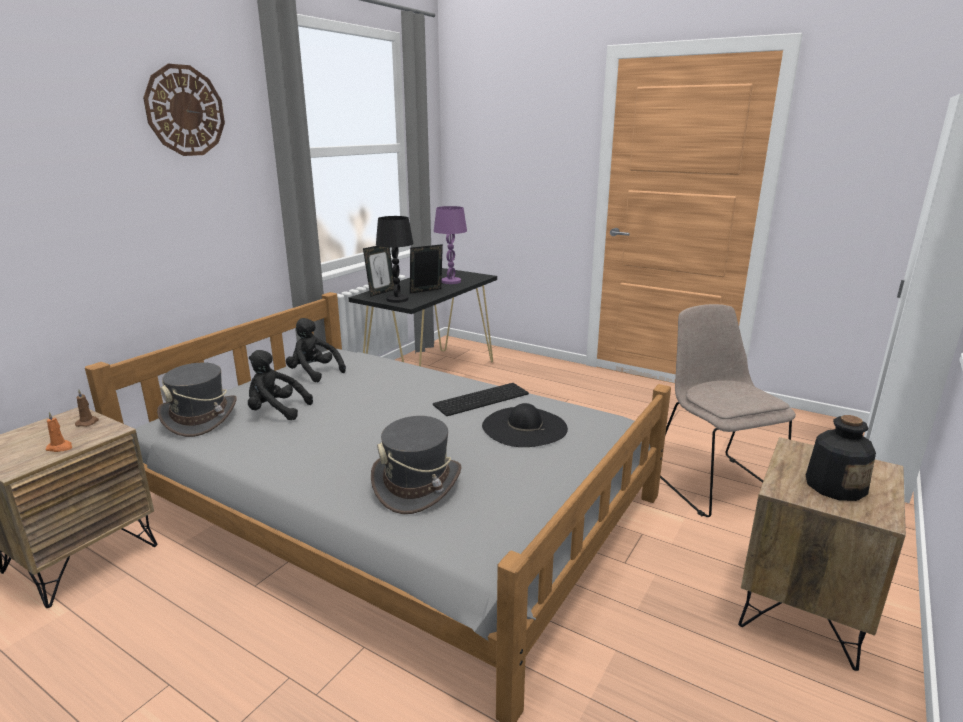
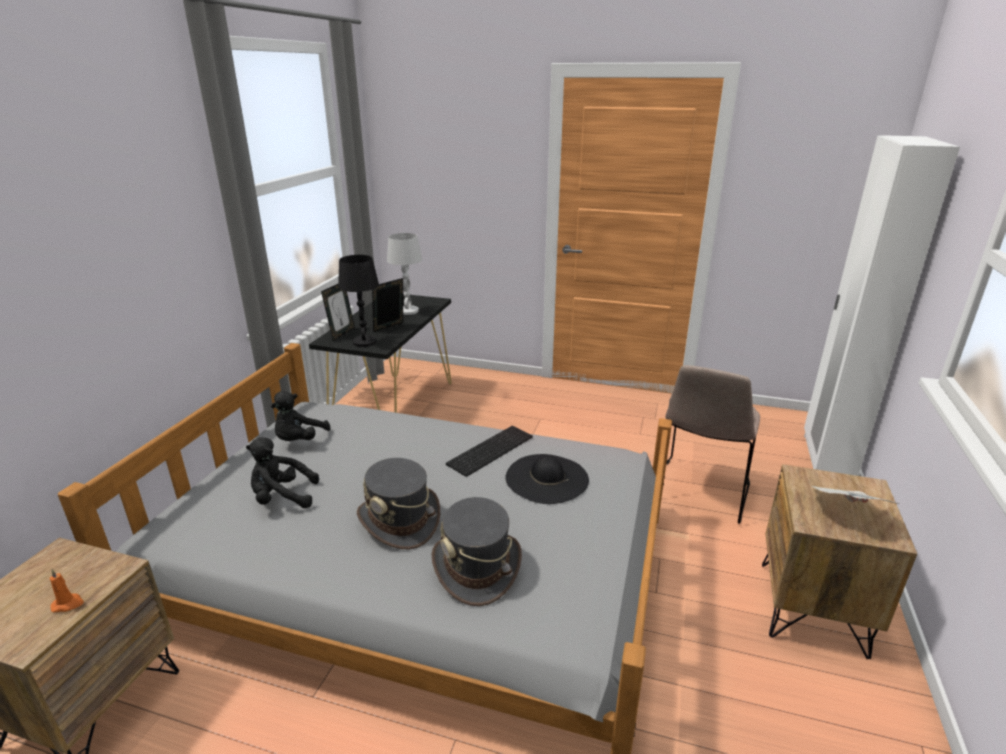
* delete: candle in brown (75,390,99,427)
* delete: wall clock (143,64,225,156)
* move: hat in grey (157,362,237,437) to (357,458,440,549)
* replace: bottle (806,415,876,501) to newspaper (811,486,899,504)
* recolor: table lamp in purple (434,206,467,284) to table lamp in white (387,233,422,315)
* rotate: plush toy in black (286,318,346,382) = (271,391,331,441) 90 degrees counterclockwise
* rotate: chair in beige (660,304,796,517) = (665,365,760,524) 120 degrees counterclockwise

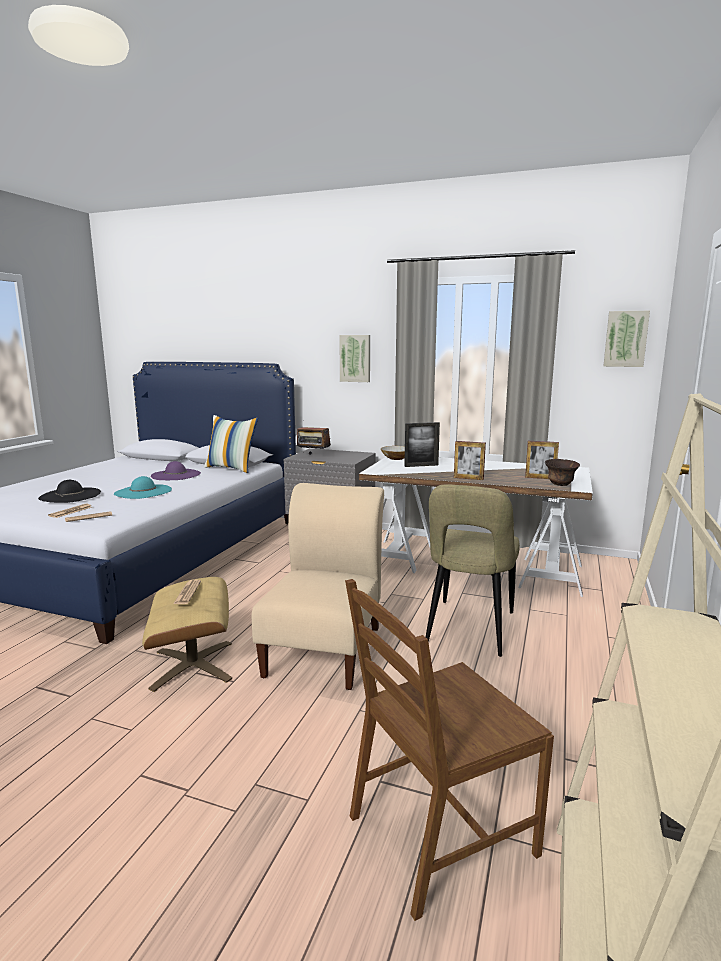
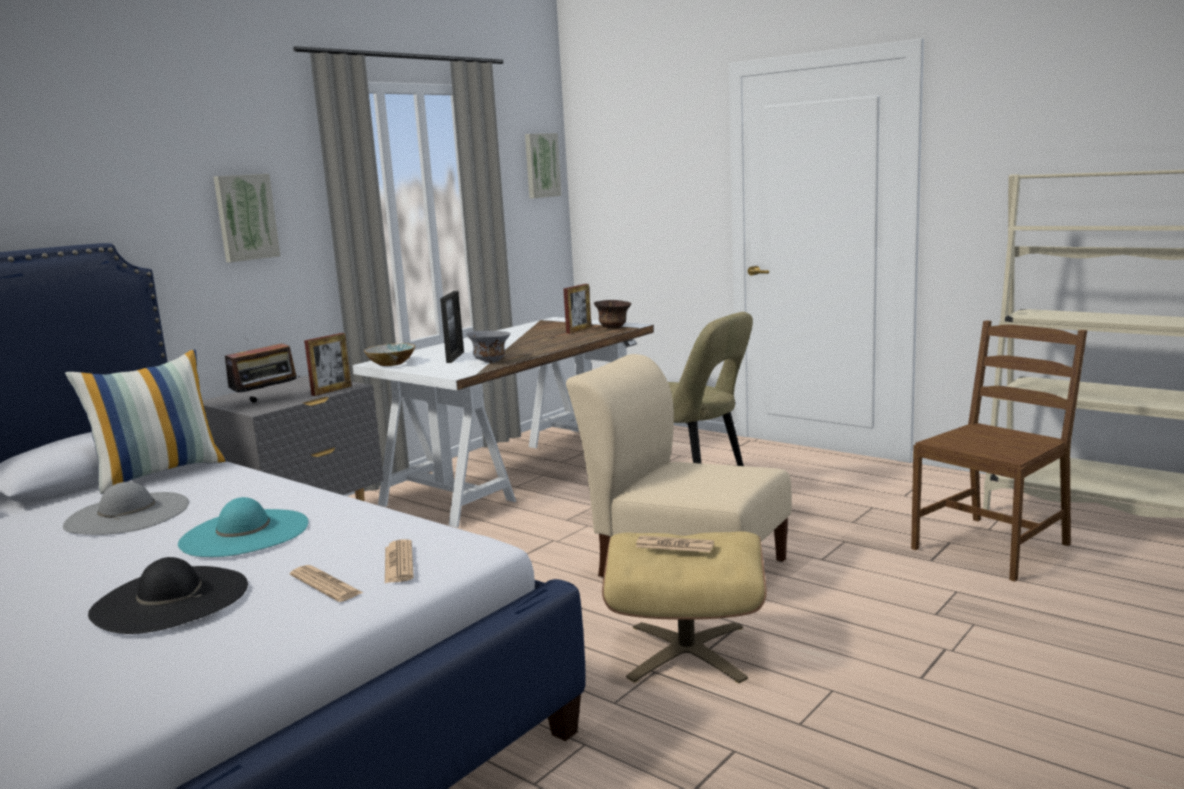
* insert: bowl in grey (466,331,510,363)
* move: picture frame (454,441,486,480) to (304,333,352,396)
* recolor: hat in purple (151,461,201,480) to hat in grey (63,482,189,535)
* rotate: chair in brown (345,579,554,921) = (911,320,1087,582) 120 degrees counterclockwise

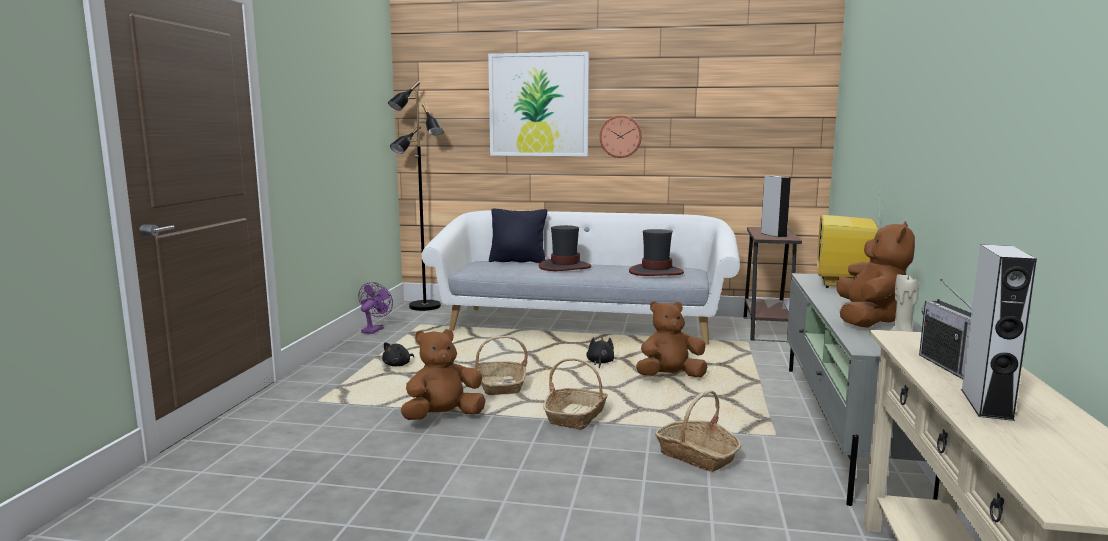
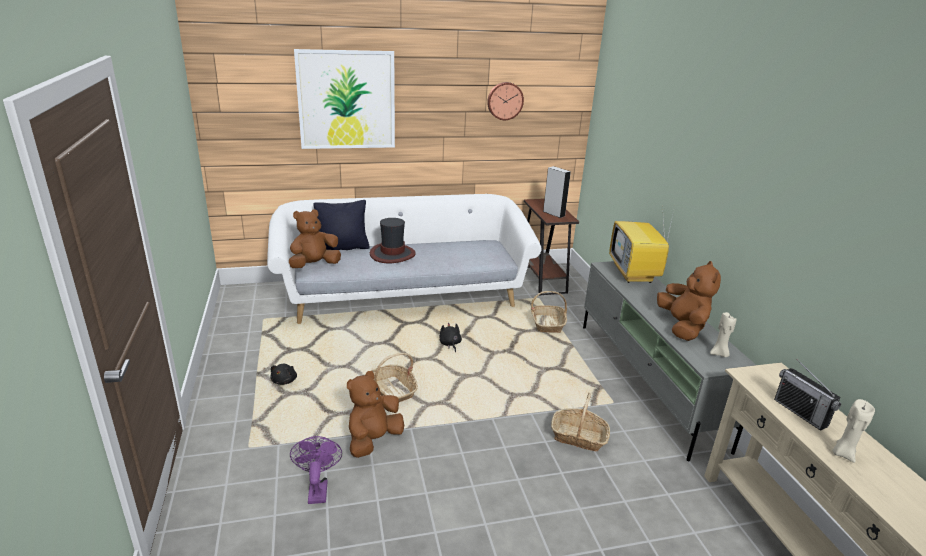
* delete: floor lamp in black (388,81,444,311)
* delete: hat (629,229,684,276)
* move: fan in purple (358,282,393,334) to (290,436,342,504)
* move: basket (543,358,608,430) to (531,291,567,333)
* move: wall clock (600,115,642,158) to (487,82,524,120)
* move: plush toy in brown (636,301,707,377) to (289,209,341,268)
* replace: speaker in grey (961,244,1037,421) to candle in beige (832,399,875,463)

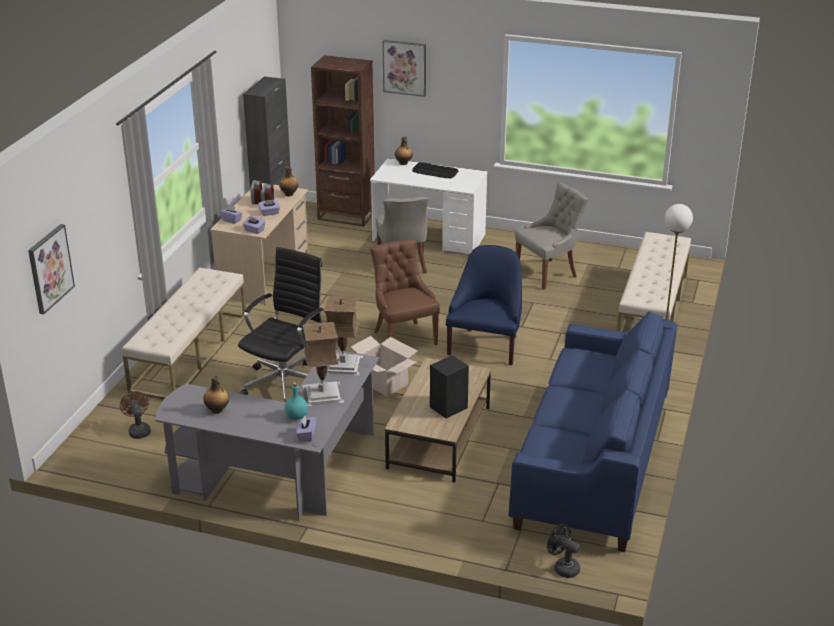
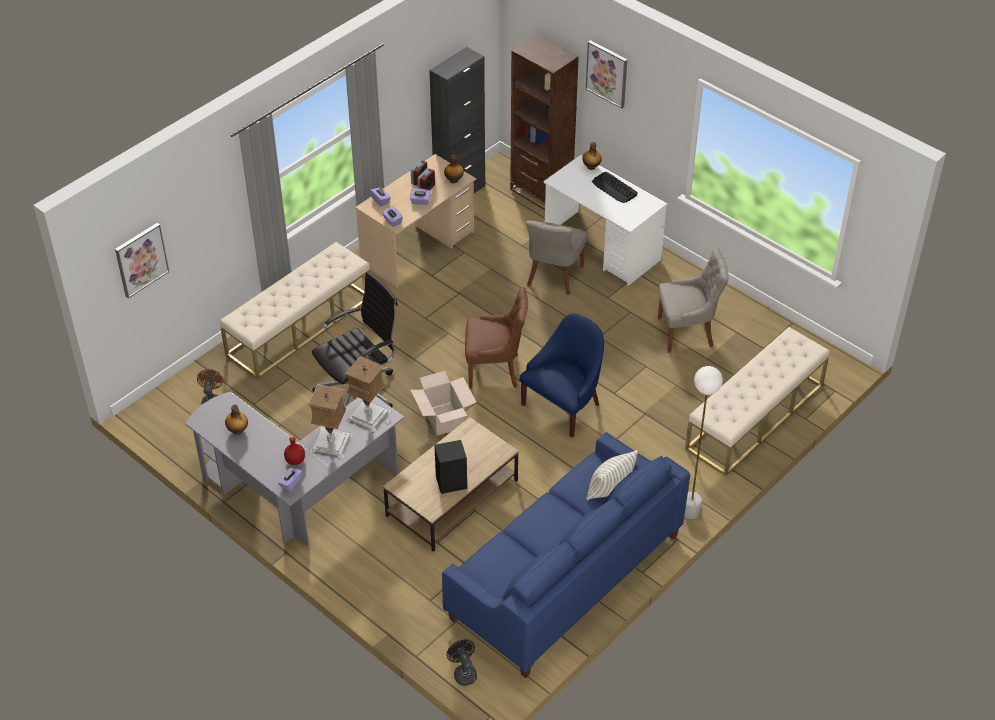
* insert: pillow (586,450,638,500)
* recolor: bottle in turquoise (285,382,308,420) to bottle in red (284,435,305,465)
* rotate: chair in brown (370,239,440,345) = (465,287,528,389) 90 degrees clockwise

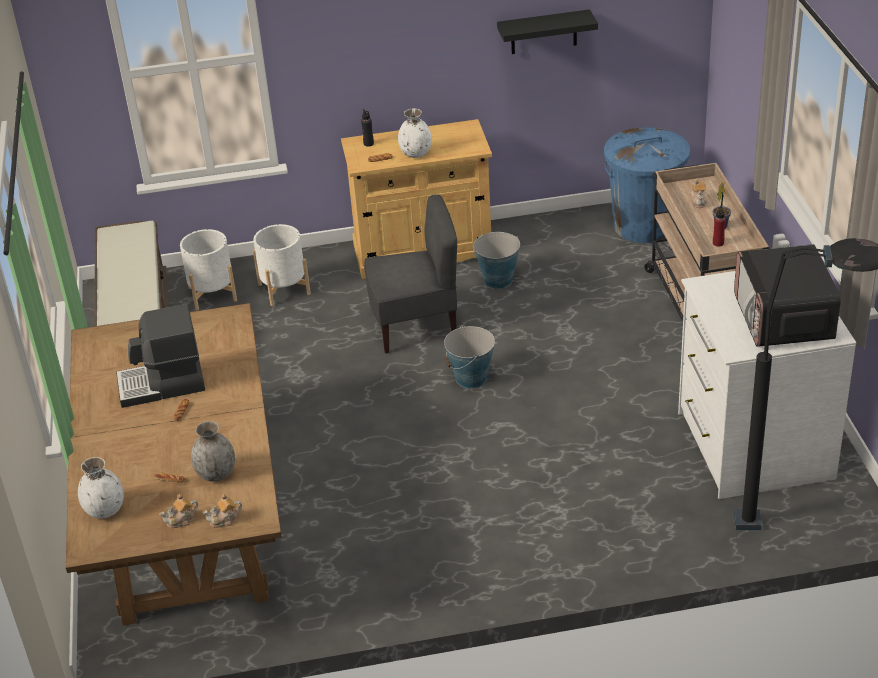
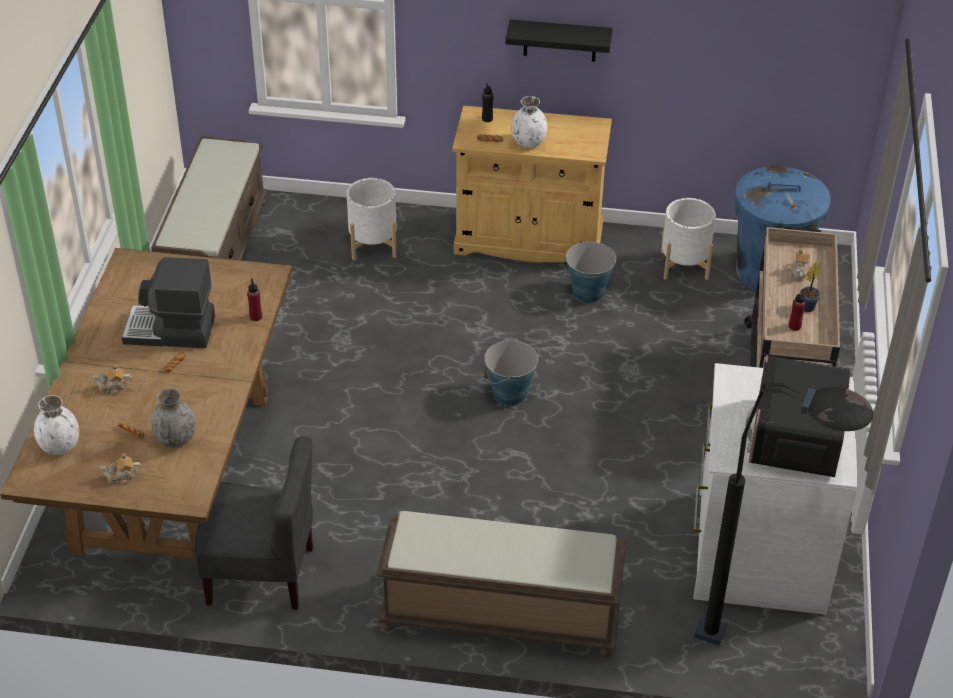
* insert: bottle in red (247,278,262,321)
* insert: bench in brown (376,511,626,657)
* move: planter in white (180,229,237,310) to (661,198,716,280)
* move: teapot (202,494,242,527) to (93,364,131,395)
* move: chair in grey (364,194,457,353) to (194,436,313,610)
* move: shelf in black (497,9,598,54) to (505,19,613,62)

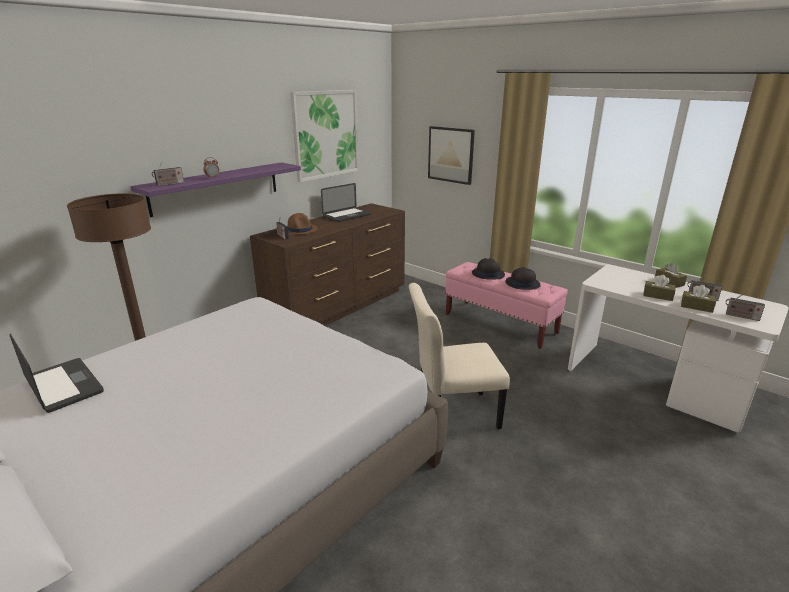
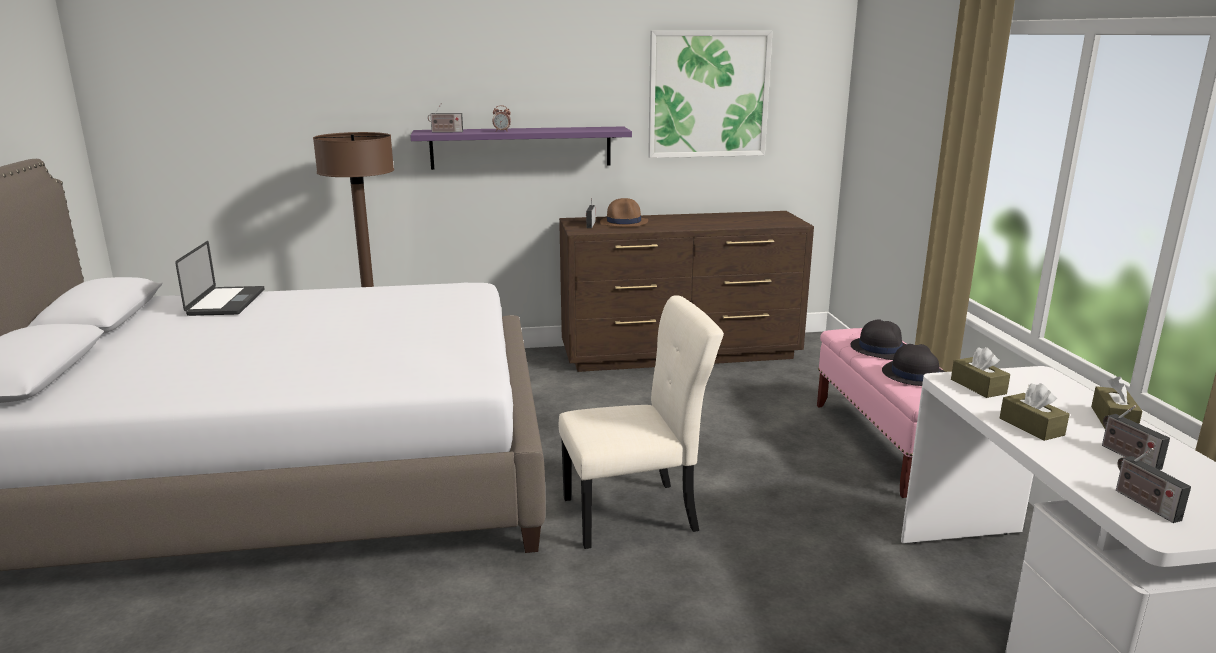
* delete: laptop (321,183,371,222)
* delete: picture (428,126,475,185)
* move: tissue box in brown (681,285,716,313) to (951,347,1010,398)
* rotate: chair in beige (409,283,510,429) = (559,295,724,549) 135 degrees clockwise

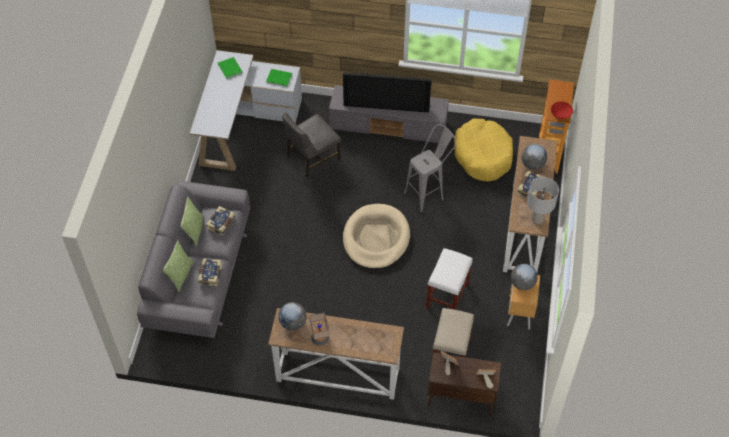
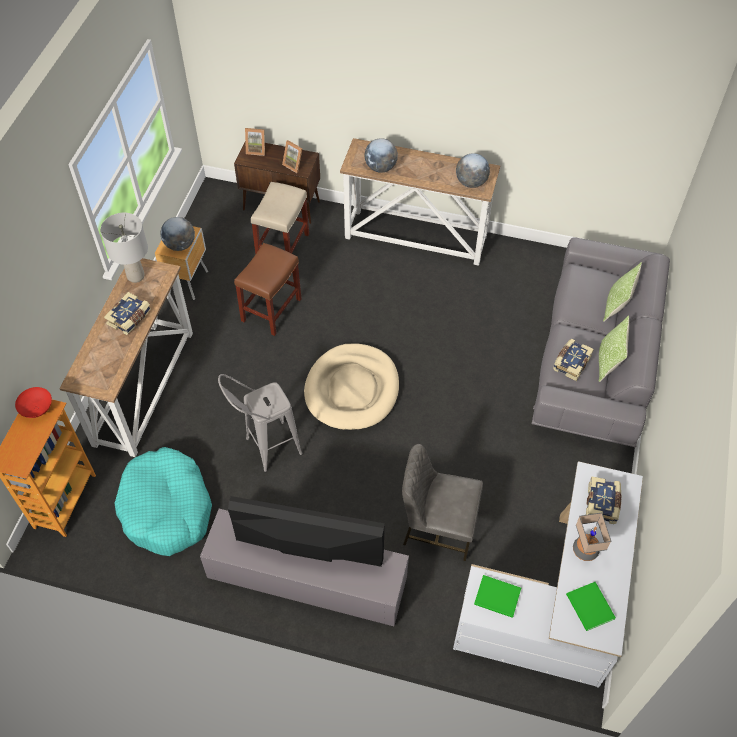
* move: book (198,258,222,287) to (586,476,621,524)
* move: table lamp (310,313,329,346) to (573,513,611,561)
* move: globe (522,144,547,170) to (364,138,398,173)
* recolor: stool in white (426,248,473,310) to stool in brown (234,243,302,336)
* recolor: dog bed in yellow (454,118,513,182) to dog bed in turquoise (114,447,212,556)
* rotate: chair in grey (282,113,341,178) = (402,444,483,561) 135 degrees counterclockwise

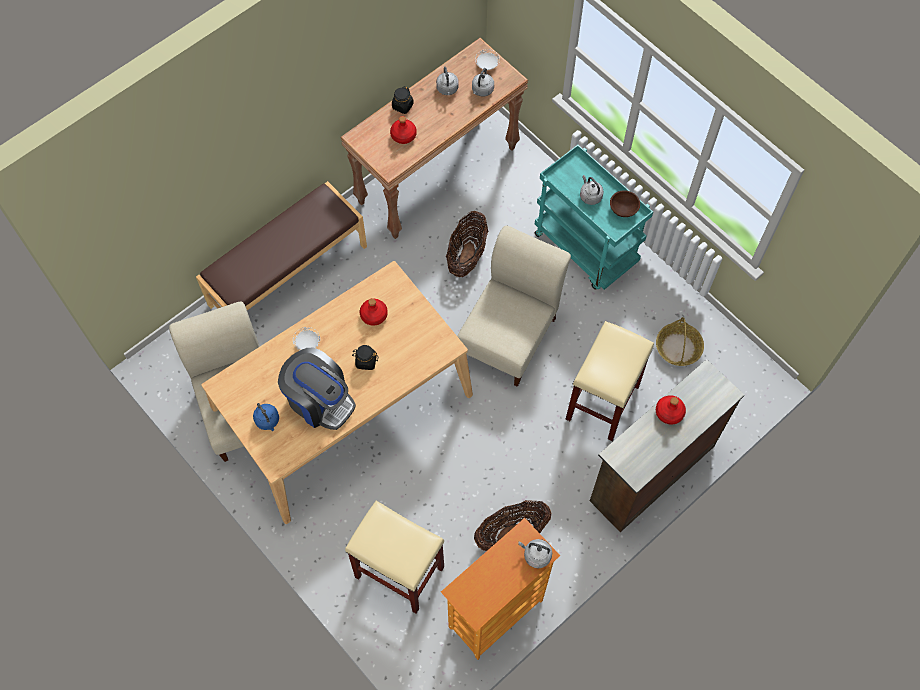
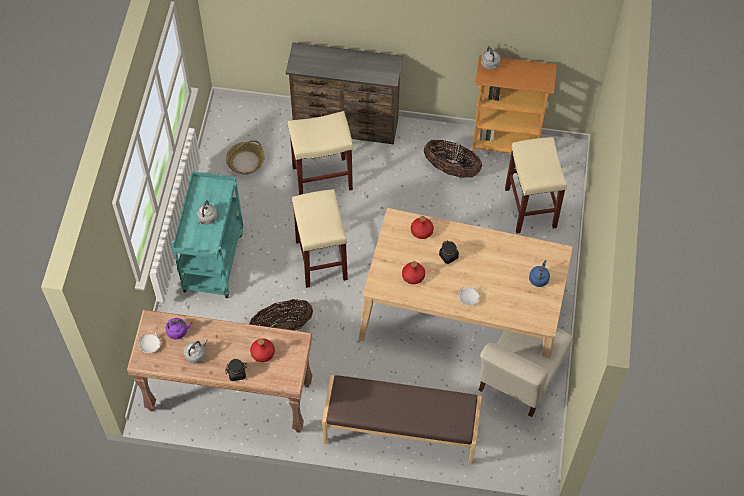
* delete: coffee machine (278,348,356,430)
* delete: bowl in brown (610,190,640,217)
* move: bottle in red (656,395,686,424) to (411,216,434,239)
* replace: chair in beige (457,226,571,387) to stool in beige (292,189,348,288)
* recolor: kettle in grey (472,68,494,97) to kettle in purple (166,318,192,340)

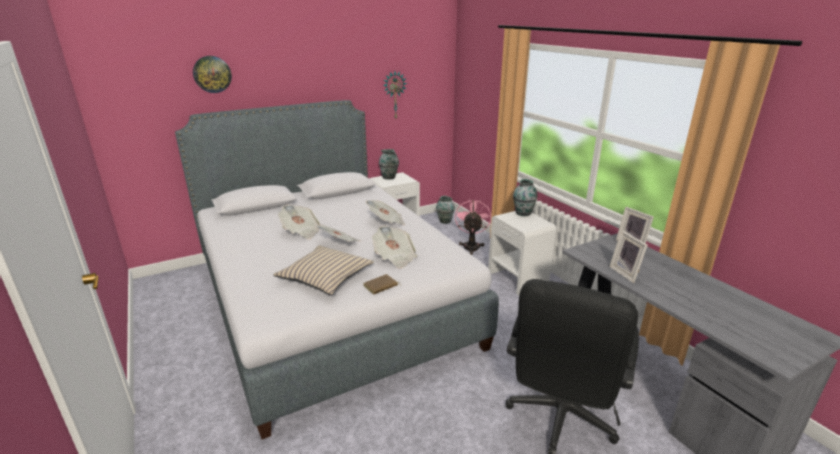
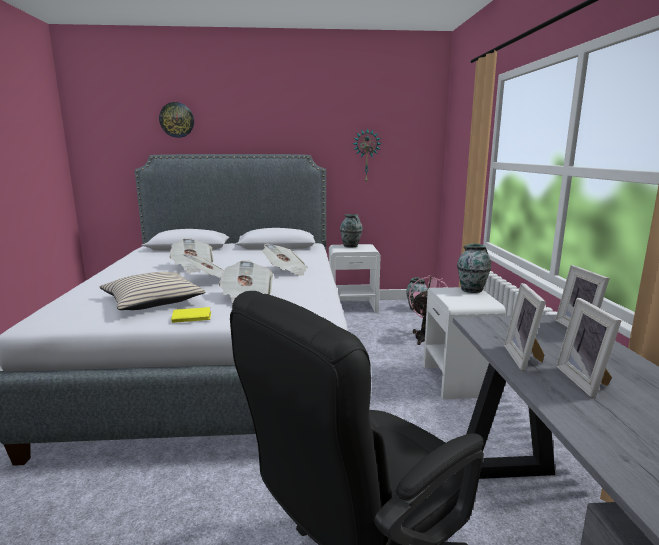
* insert: picture frame (556,298,622,398)
* recolor: book in brown (363,274,401,295) to book in yellow (171,307,211,323)

